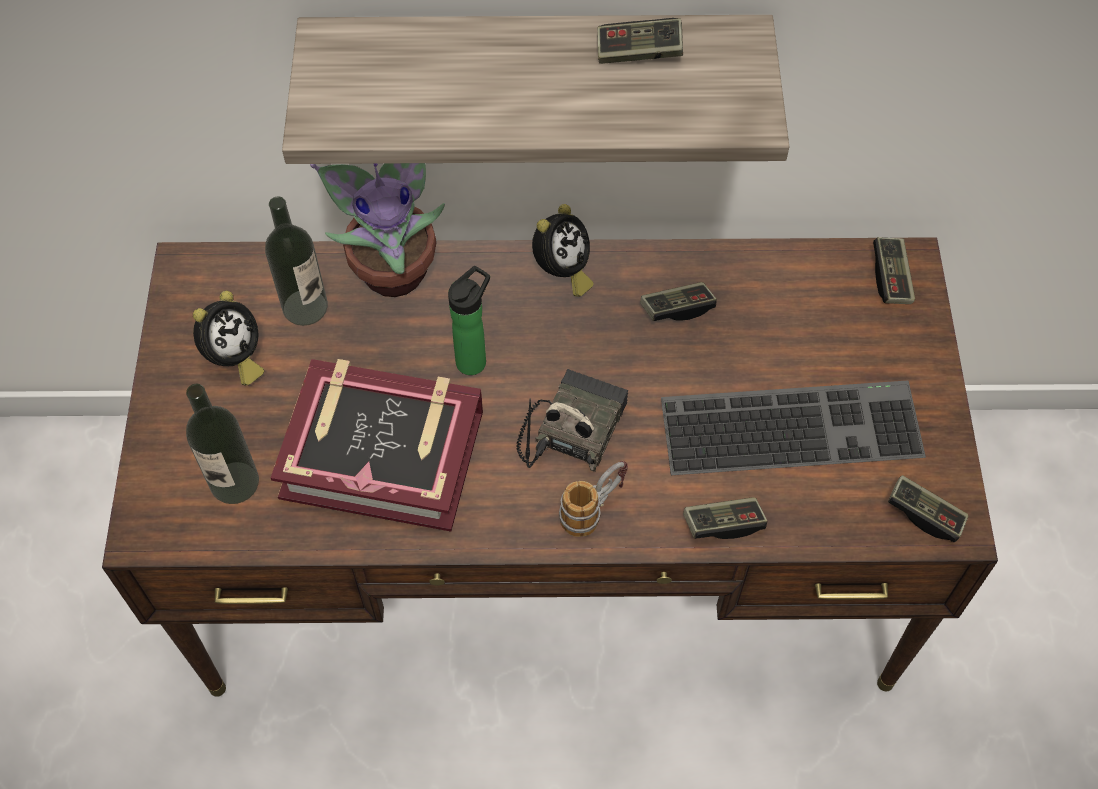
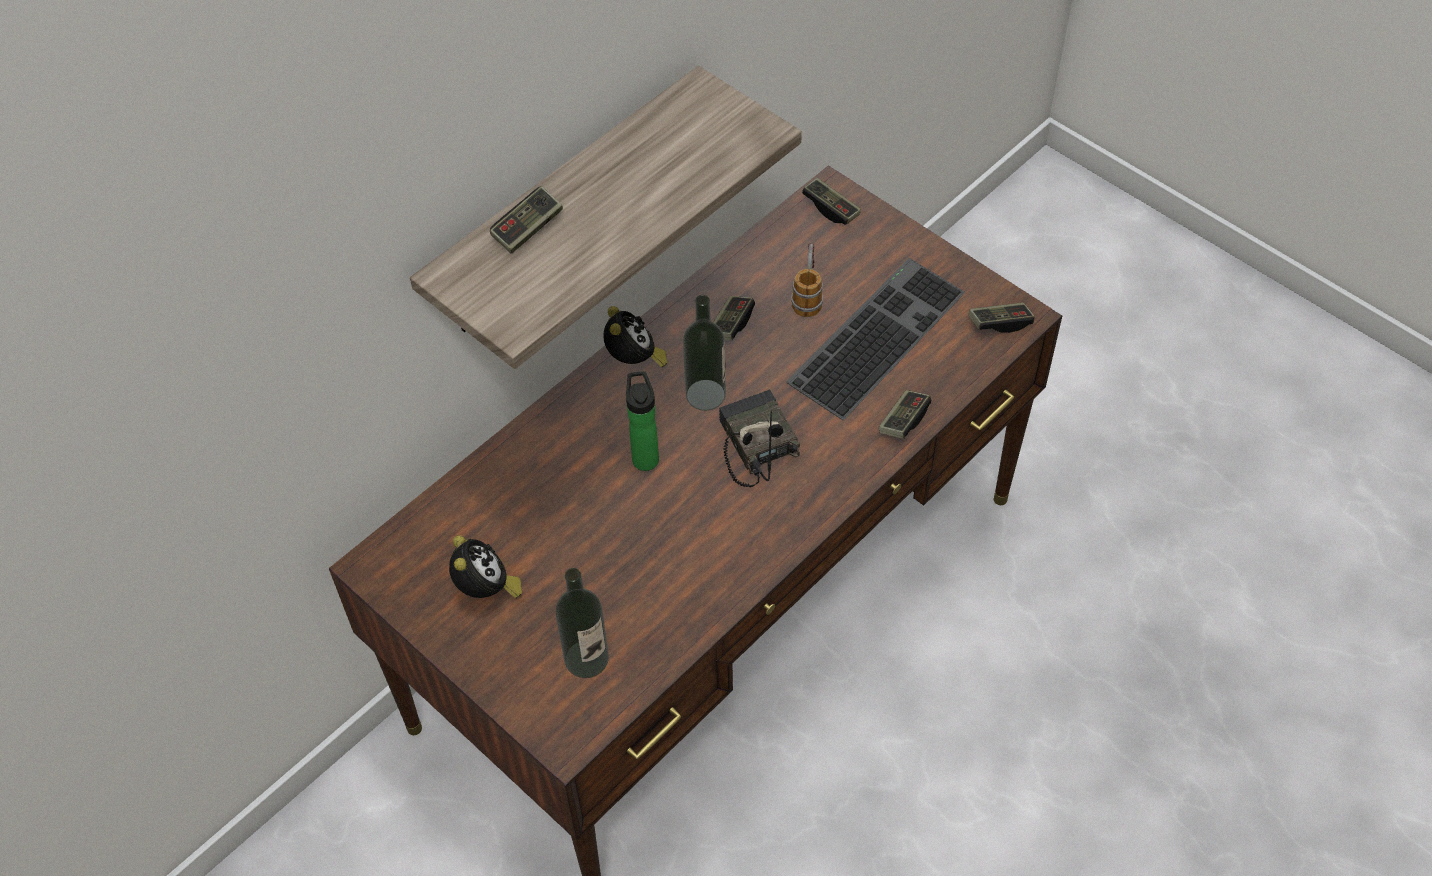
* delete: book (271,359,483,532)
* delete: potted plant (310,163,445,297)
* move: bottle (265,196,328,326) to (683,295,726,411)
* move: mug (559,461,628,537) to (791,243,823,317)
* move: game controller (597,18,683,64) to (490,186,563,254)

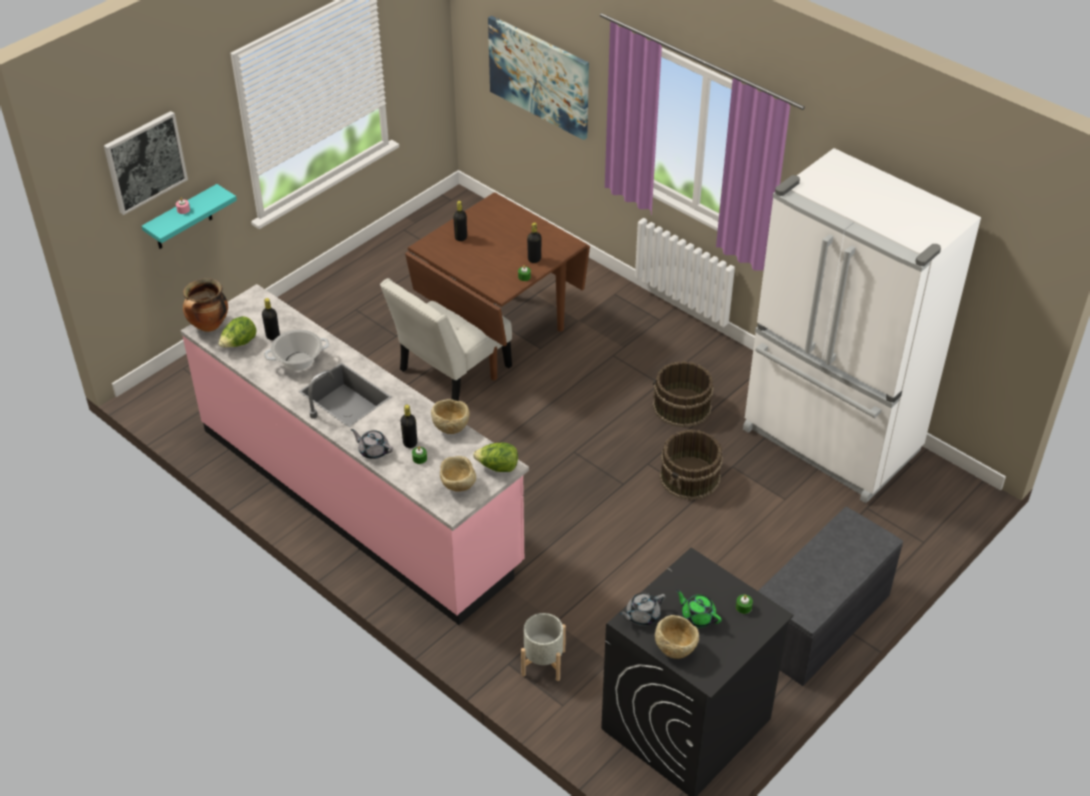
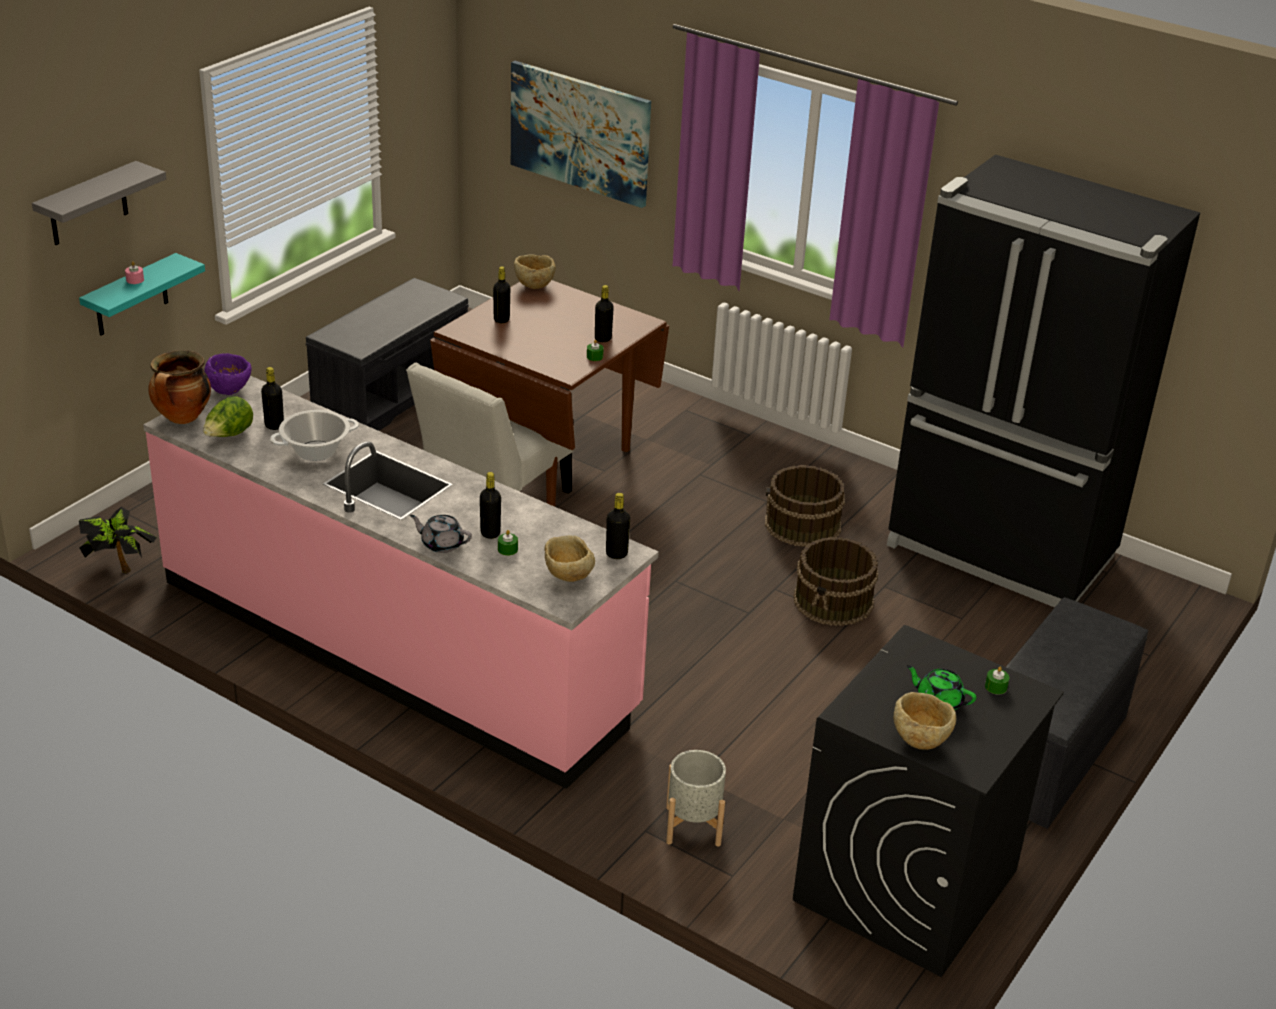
* delete: teapot in grey (619,593,666,626)
* insert: potted plant (79,507,157,573)
* insert: bowl in purple (205,353,252,395)
* insert: bench in grey (306,278,469,431)
* move: bowl in beige (431,399,470,434) to (514,254,556,289)
* replace: picture (104,111,188,215) to shelf in grey (32,161,166,245)
* replace: lettuce (473,442,518,472) to bottle in black (606,493,630,559)
* recolor: fridge in white (743,148,981,503) to fridge in black (887,154,1200,608)

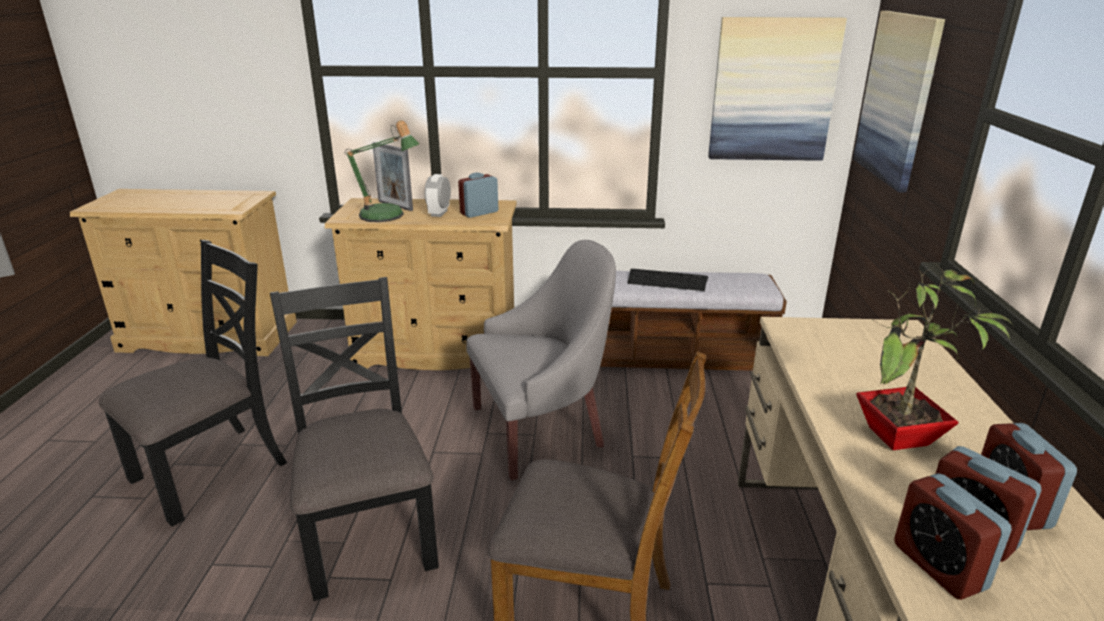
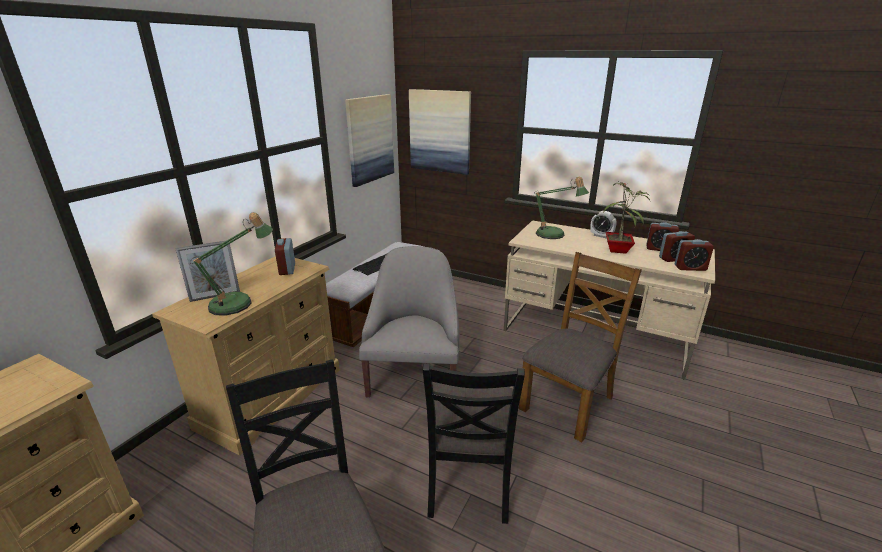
* insert: table lamp (534,177,589,239)
* move: alarm clock (425,174,451,217) to (590,211,617,239)
* rotate: chair in black (270,277,439,601) = (423,363,525,524) 90 degrees counterclockwise

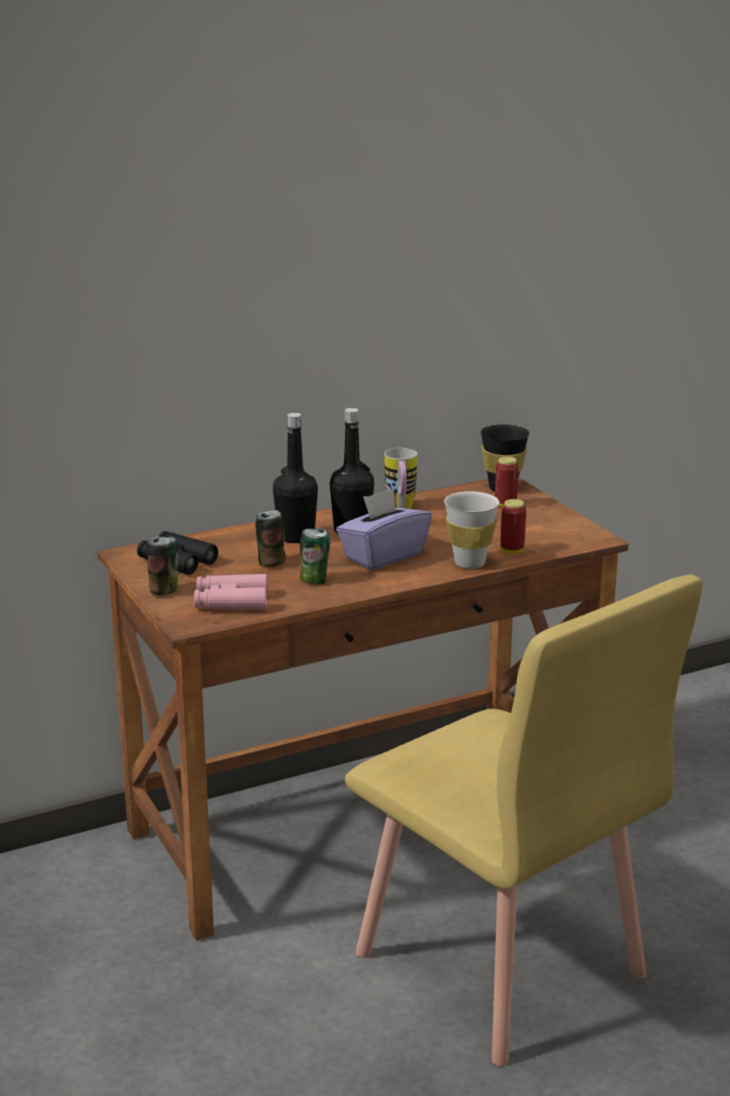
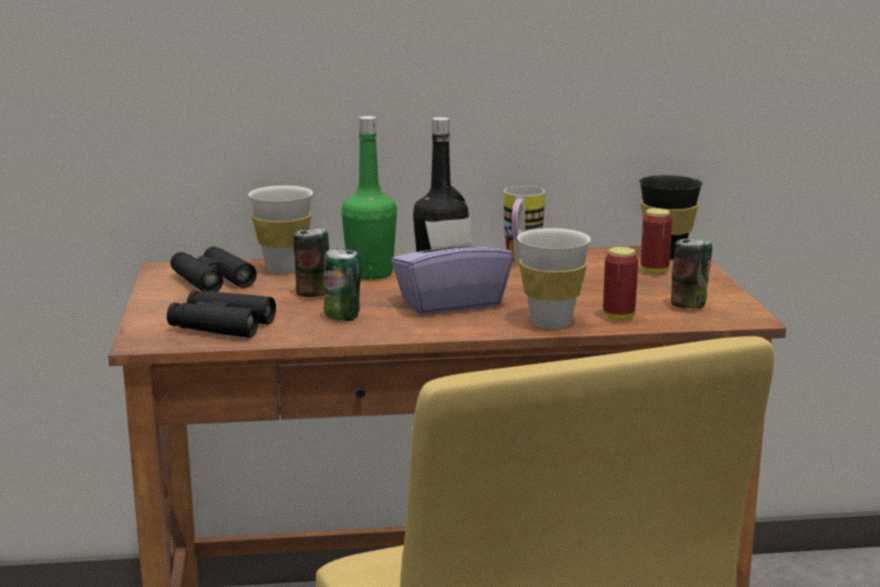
* insert: cup in white (248,186,313,273)
* move: can (147,537,178,595) to (671,239,712,309)
* recolor: binoculars in pink (194,574,267,610) to binoculars in black (167,291,276,338)
* recolor: bottle in black (273,413,318,543) to bottle in green (341,116,397,280)

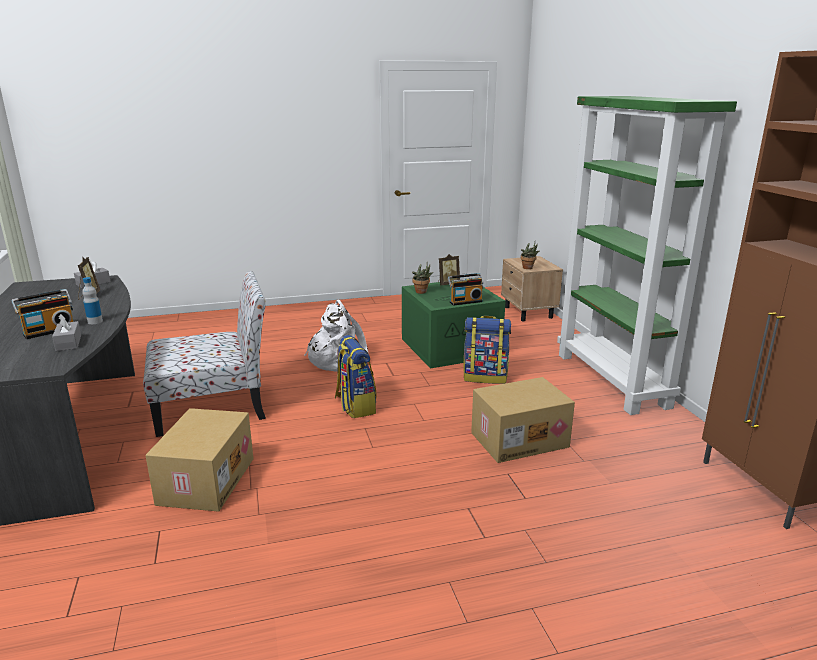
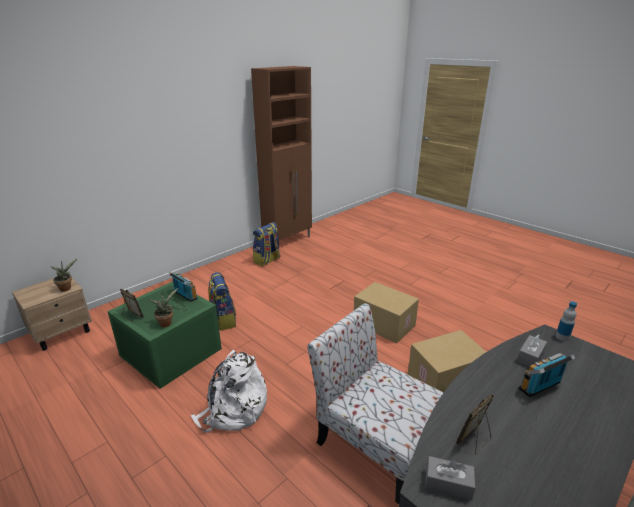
* delete: bookcase in green (557,96,737,415)
* move: bottle (82,277,103,324) to (556,301,577,341)
* move: backpack (335,335,377,418) to (253,222,280,266)
* move: cardboard box (471,377,575,463) to (354,282,419,344)
* rotate: radio (12,289,74,339) = (519,353,575,397) 45 degrees counterclockwise

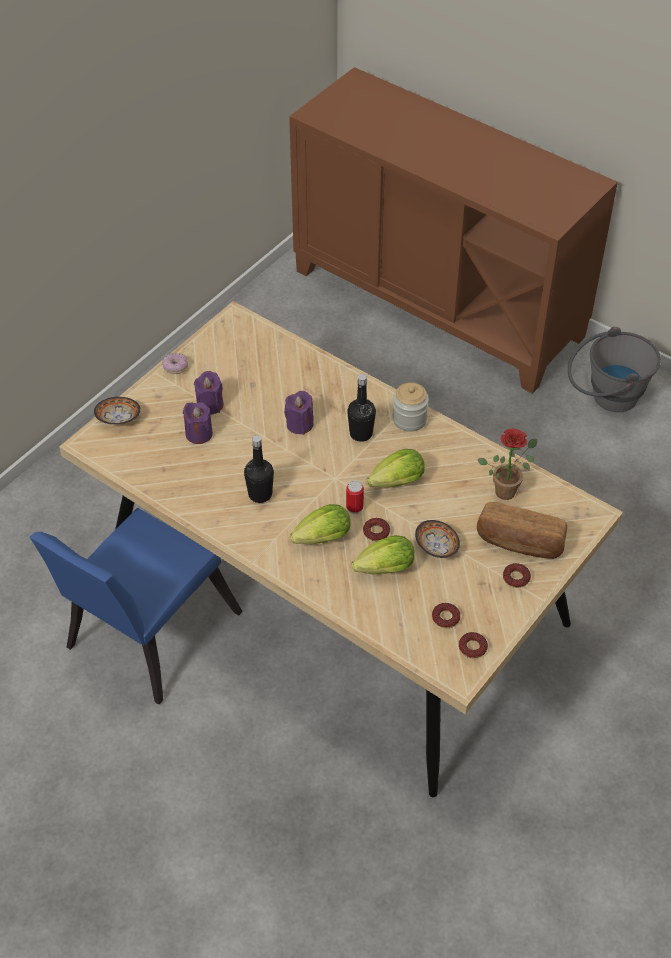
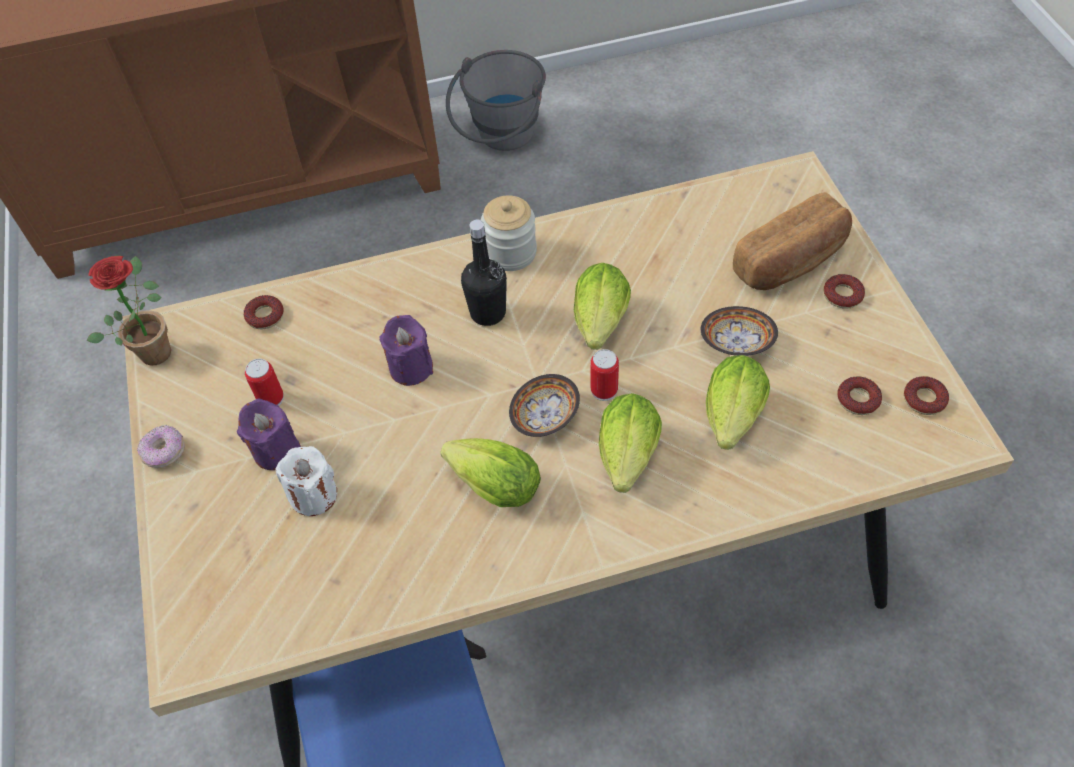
* insert: can (245,359,284,406)
* move: bowl (94,397,141,425) to (509,374,580,437)
* move: donut (363,518,390,541) to (244,295,284,329)
* move: potted plant (477,429,537,500) to (87,256,171,366)
* replace: bottle in black (244,435,274,503) to lettuce (440,438,541,507)
* recolor: candle in purple (183,402,213,444) to candle in white (275,446,337,516)

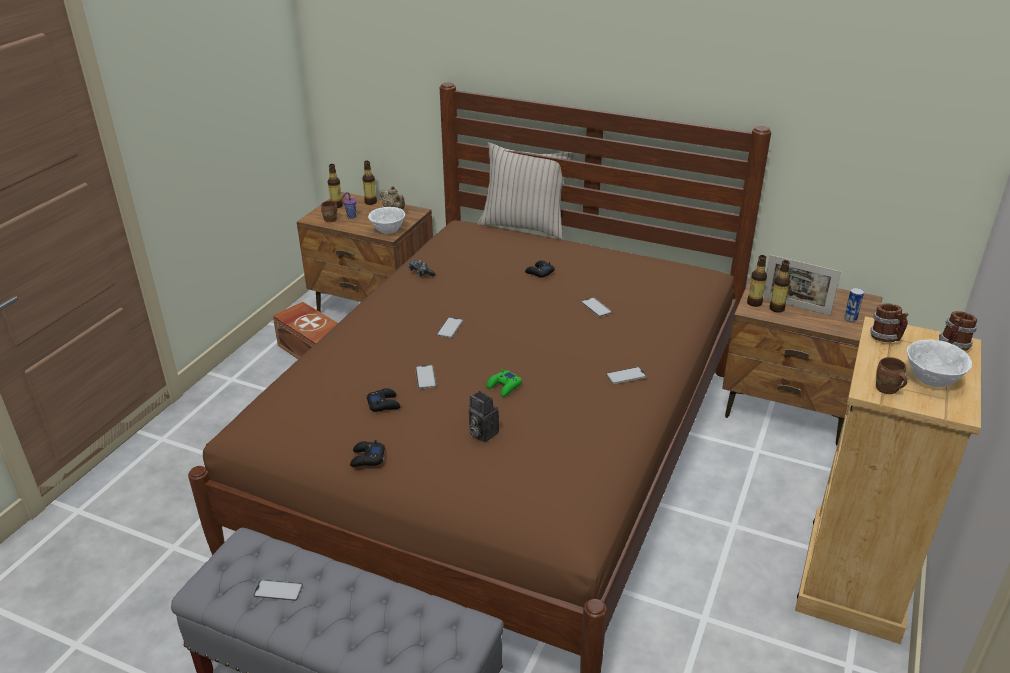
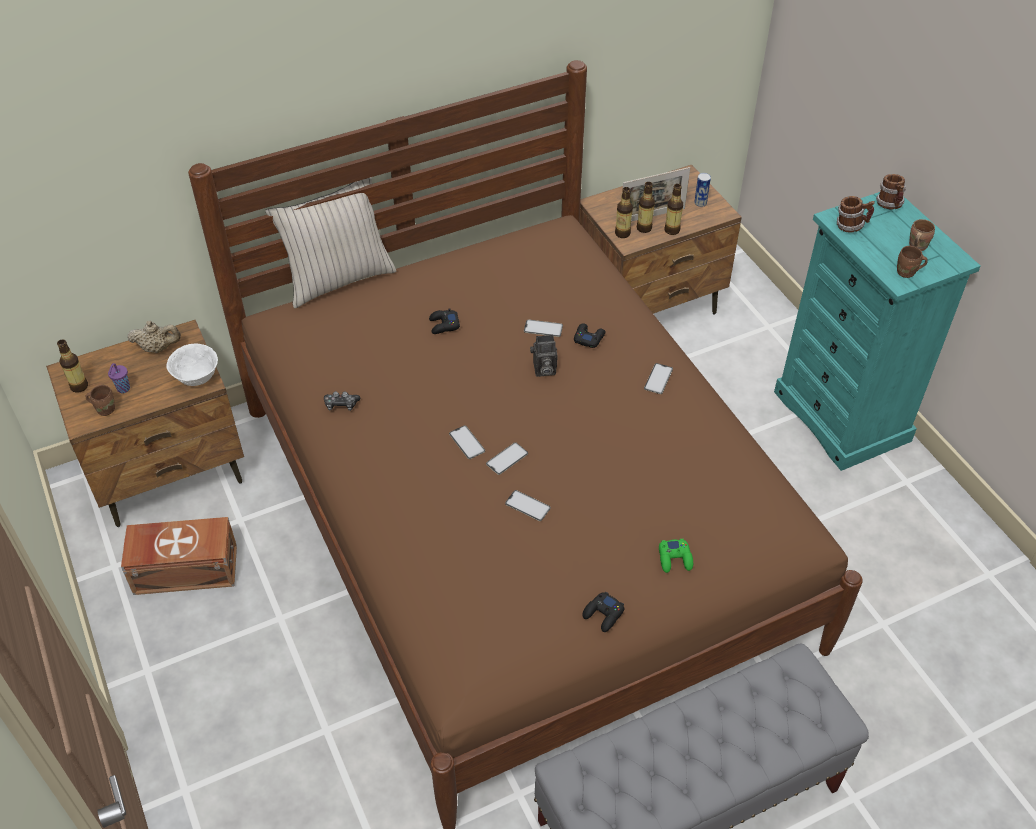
* move: phone (253,579,303,601) to (486,442,528,475)
* move: bottle (362,161,377,205) to (664,184,683,235)
* move: game controller in black (366,388,400,412) to (574,323,606,348)
* move: photo camera (469,391,499,442) to (530,335,557,377)
* move: game controller in green (486,369,522,397) to (659,539,693,573)
* replace: bowl in white (907,339,972,387) to mug in brown (909,219,935,251)
* recolor: dresser in beige (795,316,981,644) to dresser in turquoise (774,192,981,471)

